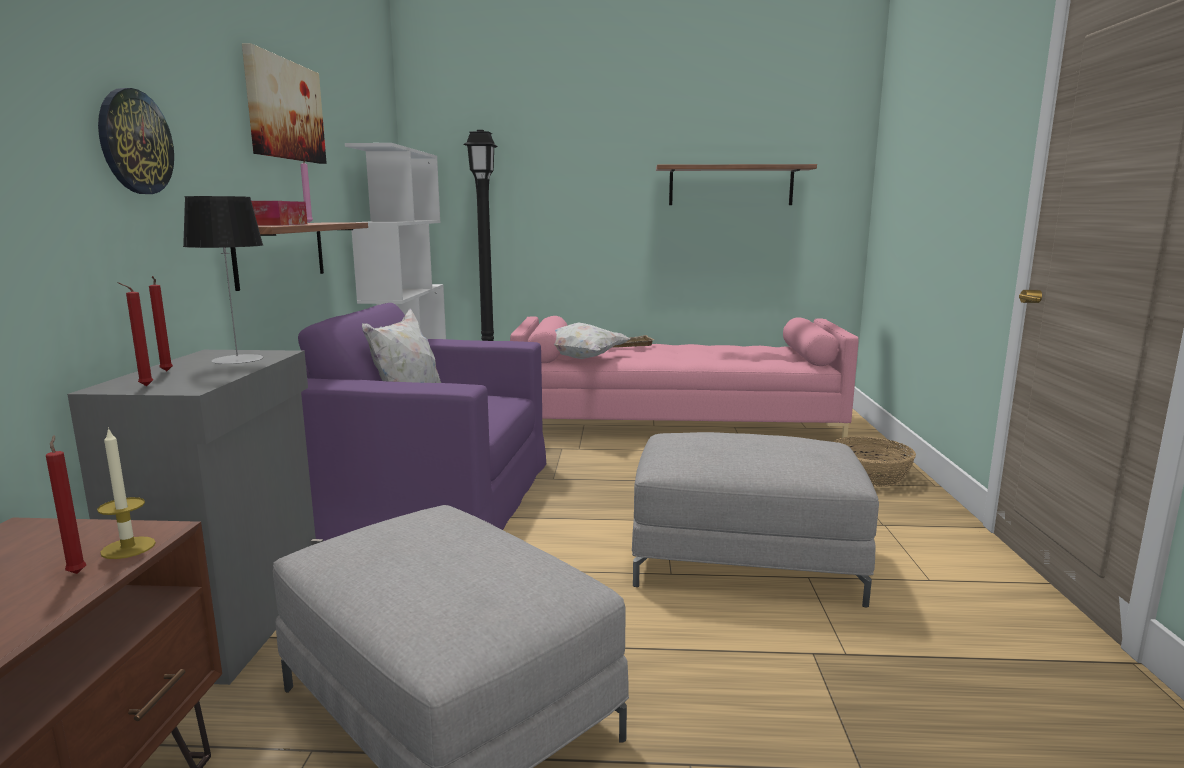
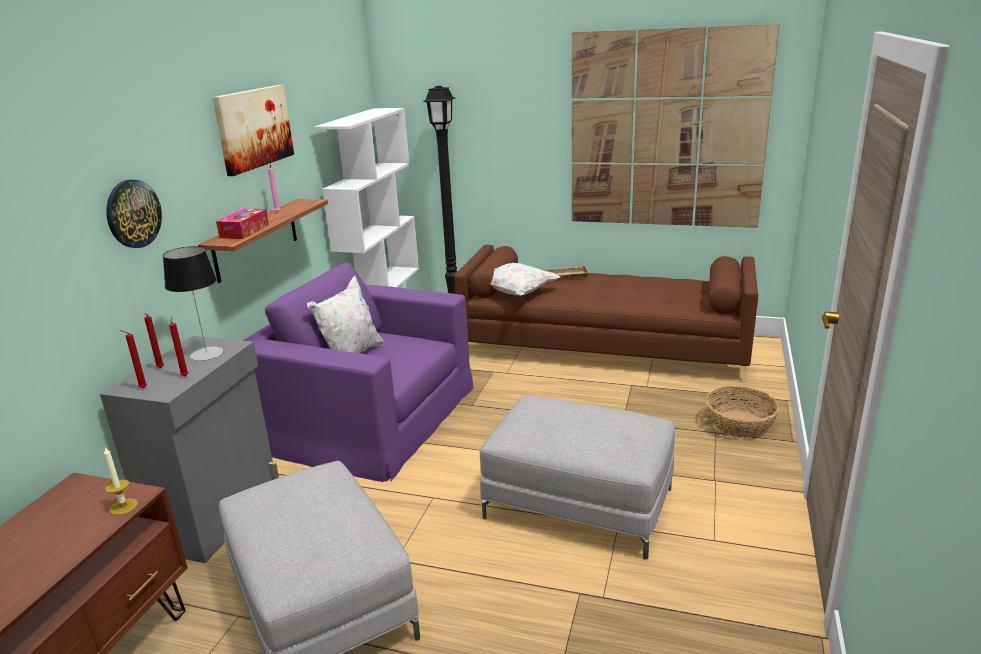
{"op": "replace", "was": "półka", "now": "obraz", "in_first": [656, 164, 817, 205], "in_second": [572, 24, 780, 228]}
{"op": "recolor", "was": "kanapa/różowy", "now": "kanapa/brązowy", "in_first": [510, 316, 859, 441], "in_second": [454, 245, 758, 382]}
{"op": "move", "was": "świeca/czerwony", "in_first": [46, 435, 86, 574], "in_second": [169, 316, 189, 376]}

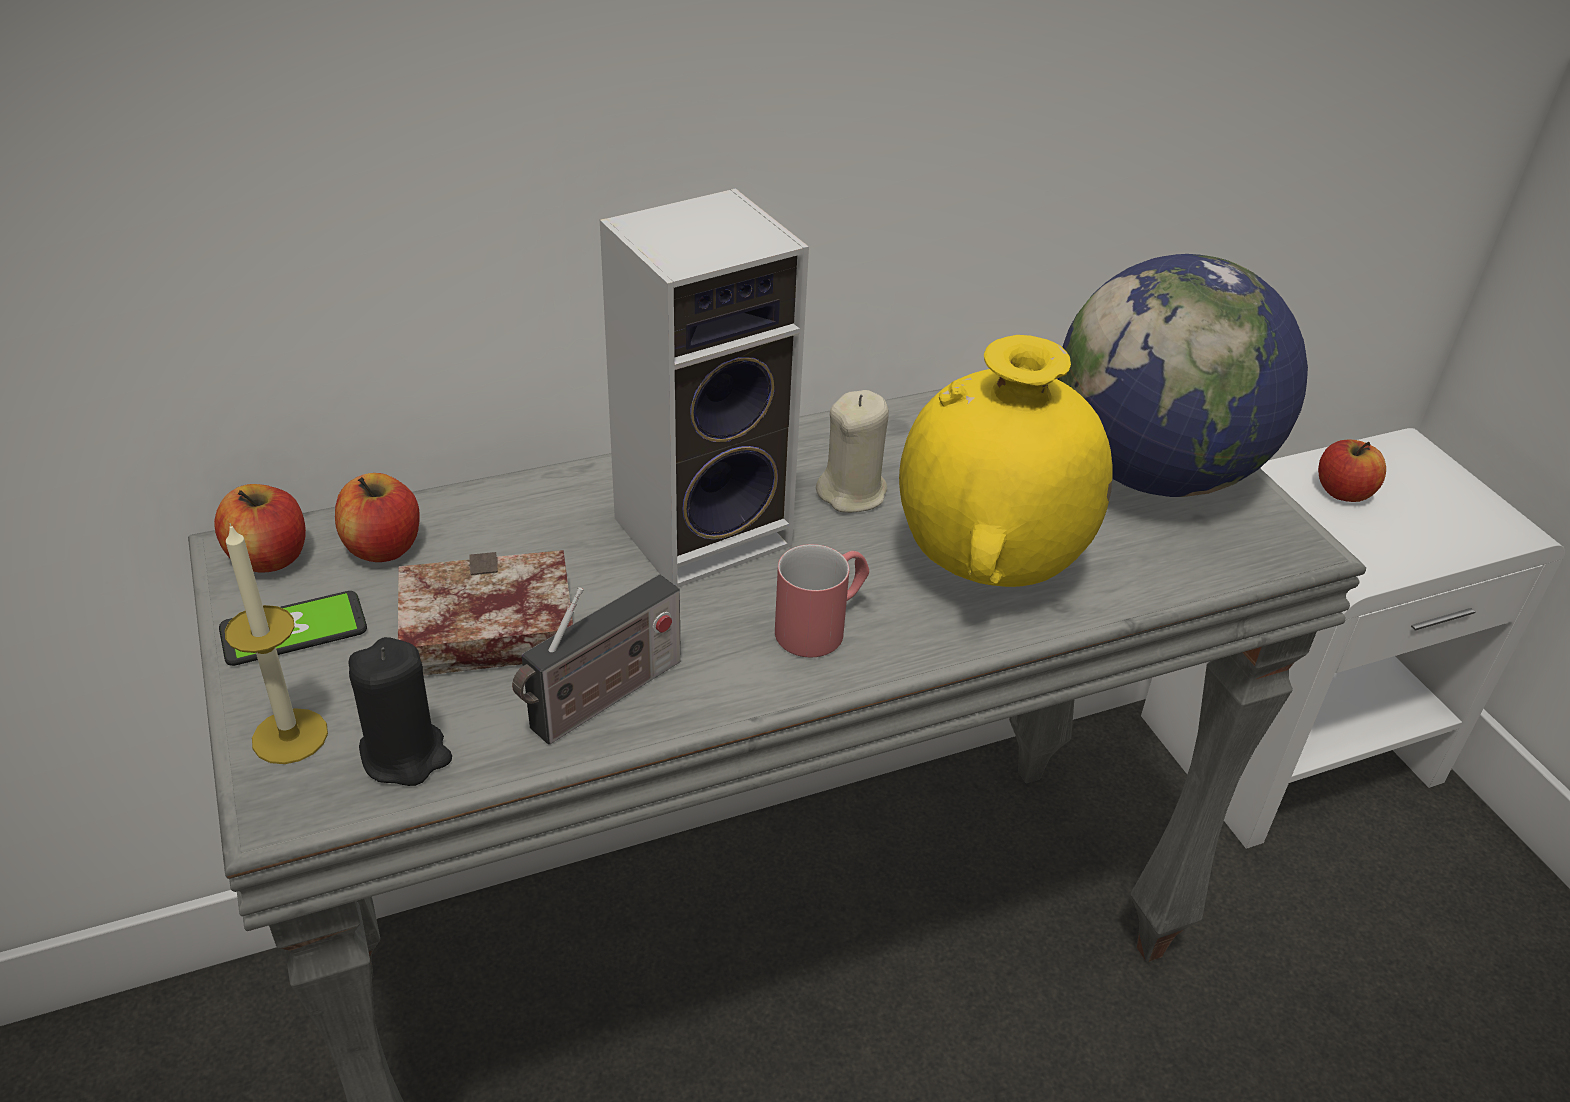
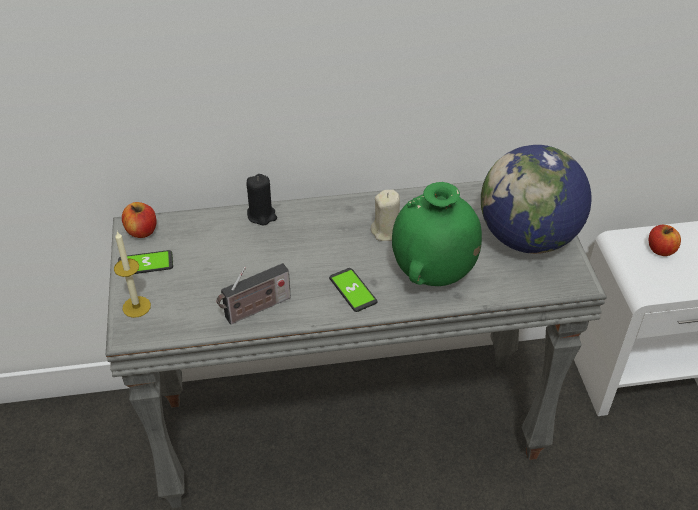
{"op": "delete", "was": "głośnik", "in_first": [600, 188, 809, 588]}
{"op": "recolor", "was": "wazon/żółty", "now": "wazon/zielony", "in_first": [899, 335, 1112, 587], "in_second": [392, 182, 482, 286]}
{"op": "delete", "was": "jabłko", "in_first": [335, 473, 420, 562]}
{"op": "replace", "was": "kubek/czerwony", "now": "telefon", "in_first": [775, 544, 869, 657], "in_second": [329, 268, 377, 312]}
{"op": "delete", "was": "książka", "in_first": [398, 550, 573, 676]}
{"op": "move", "was": "świeca/czarny", "in_first": [348, 637, 452, 786], "in_second": [246, 174, 277, 225]}

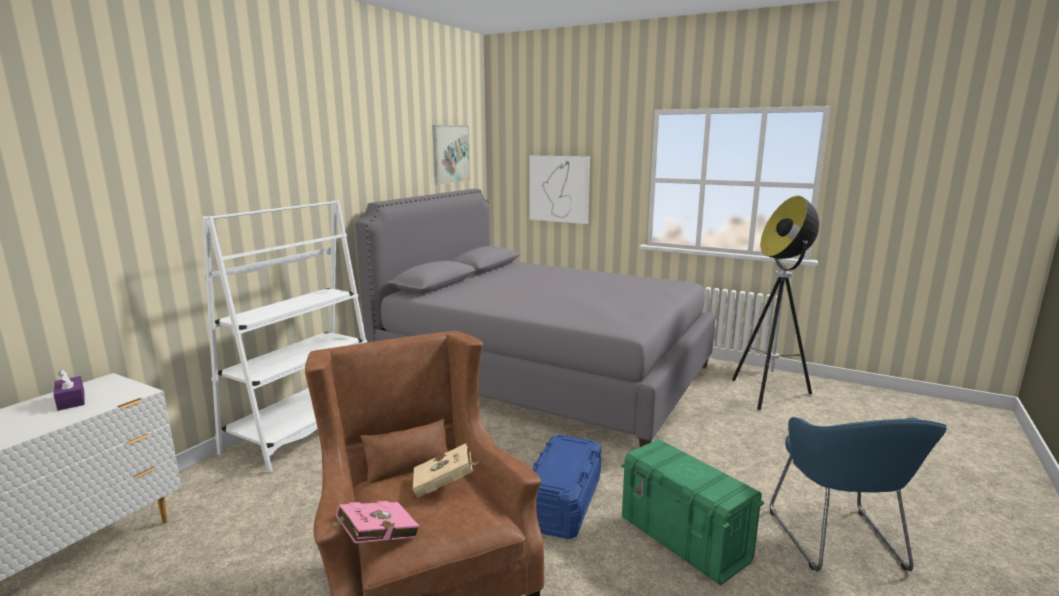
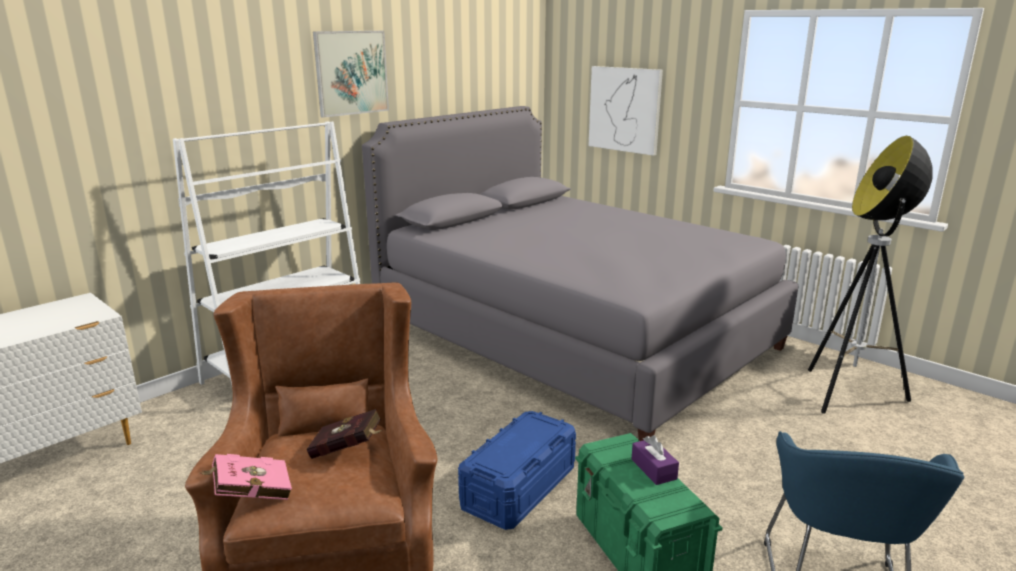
{"op": "move", "was": "obraz", "in_first": [432, 125, 470, 185], "in_second": [313, 31, 389, 118]}
{"op": "move", "was": "pudełko chusteczek/fioletowy", "in_first": [54, 369, 85, 411], "in_second": [631, 435, 679, 485]}
{"op": "recolor", "was": "książka/beżowy", "now": "książka/czerwony", "in_first": [413, 444, 481, 498], "in_second": [307, 409, 383, 459]}

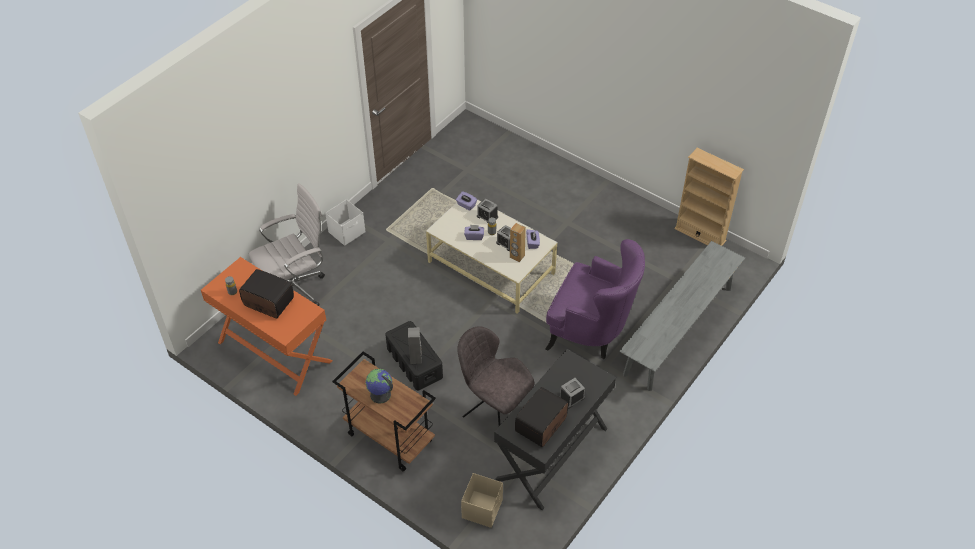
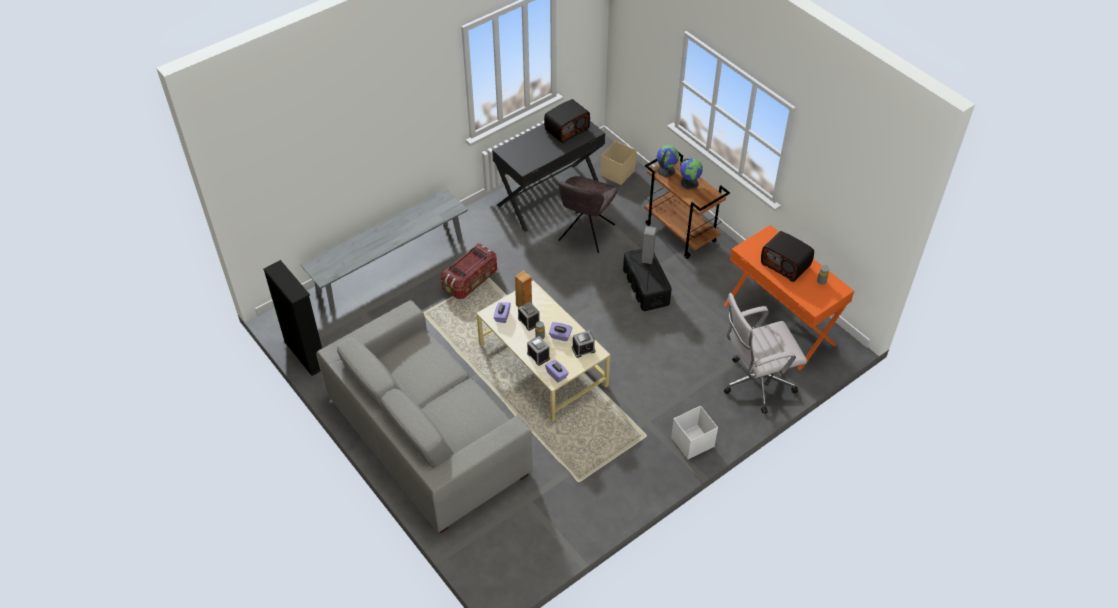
{"op": "recolor", "was": "regał/beżowy", "now": "regał/czarny", "in_first": [674, 148, 744, 246], "in_second": [263, 260, 322, 376]}
{"op": "replace", "was": "fotel/fioletowy", "now": "pojemnik do przechowywania", "in_first": [545, 239, 645, 359], "in_second": [441, 244, 497, 299]}
{"op": "rotate", "was": "krzesło/szary", "in_first": [457, 326, 535, 426], "in_second": [558, 176, 617, 253], "clockwise": 60}
{"op": "move", "was": "budzik", "in_first": [560, 378, 585, 409], "in_second": [572, 330, 596, 358]}
{"op": "insert", "now": "globus", "in_second": [657, 145, 679, 177]}
{"op": "insert", "now": "kanapa/szary", "in_second": [316, 300, 533, 533]}

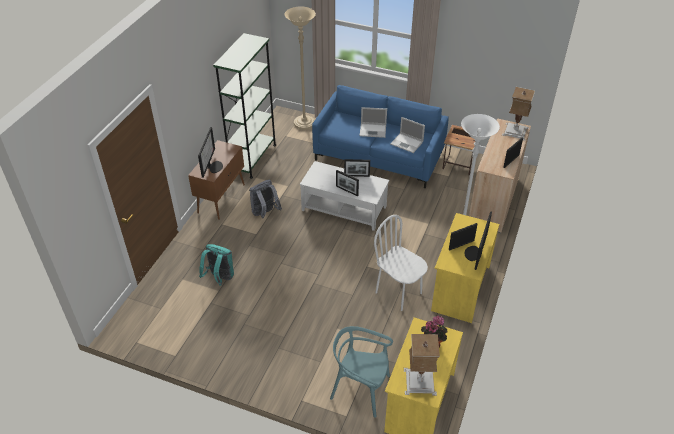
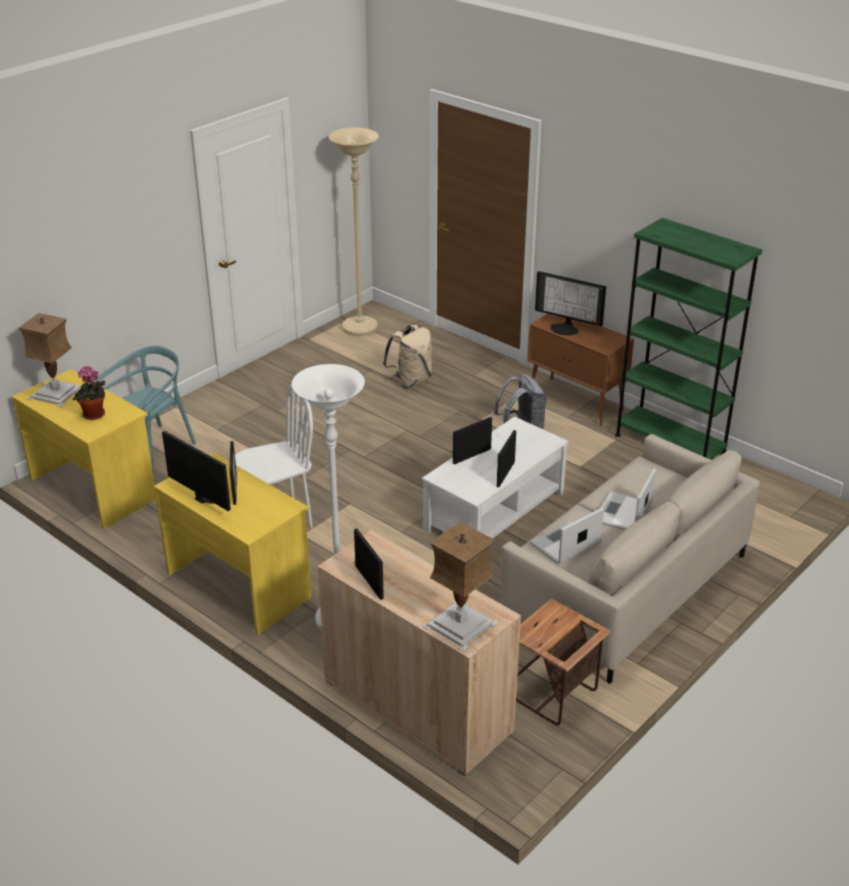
{"op": "move", "was": "lampa stojąca/beżowy", "in_first": [285, 7, 316, 130], "in_second": [329, 127, 379, 336]}
{"op": "recolor", "was": "kanapa/niebieski", "now": "kanapa/beżowy", "in_first": [312, 85, 449, 188], "in_second": [500, 434, 760, 684]}
{"op": "recolor", "was": "plecak/turkusowy", "now": "plecak/beżowy", "in_first": [199, 244, 234, 286], "in_second": [382, 325, 432, 388]}

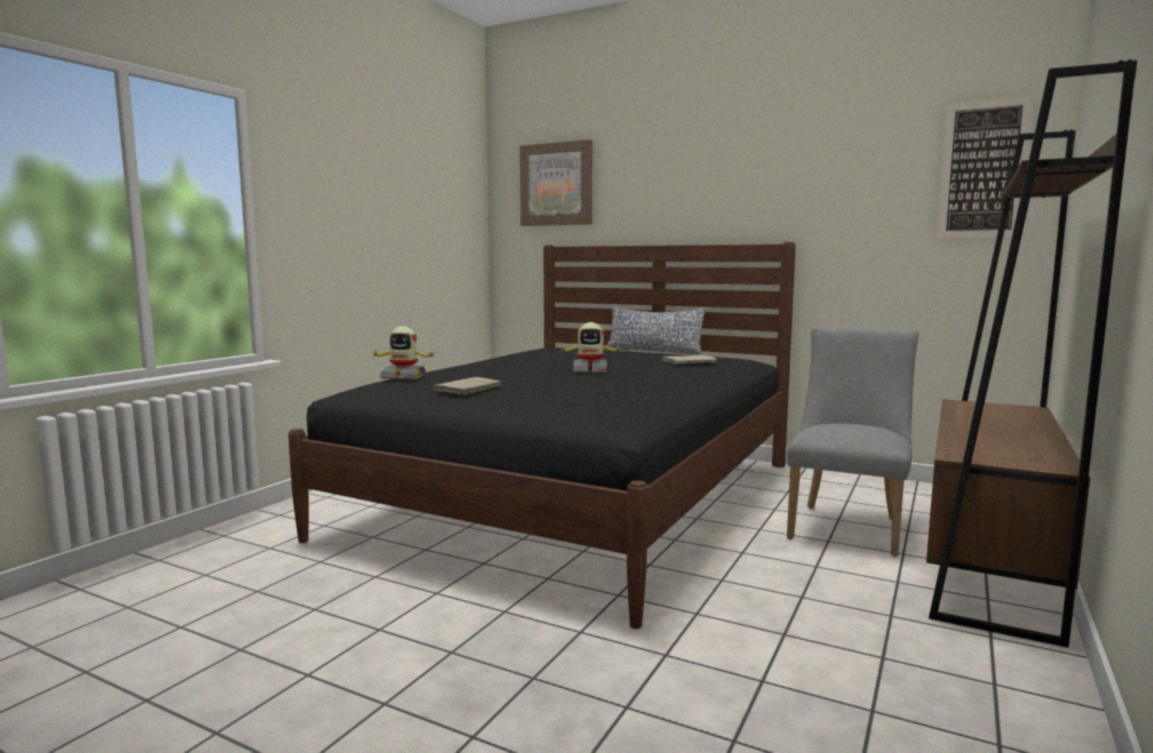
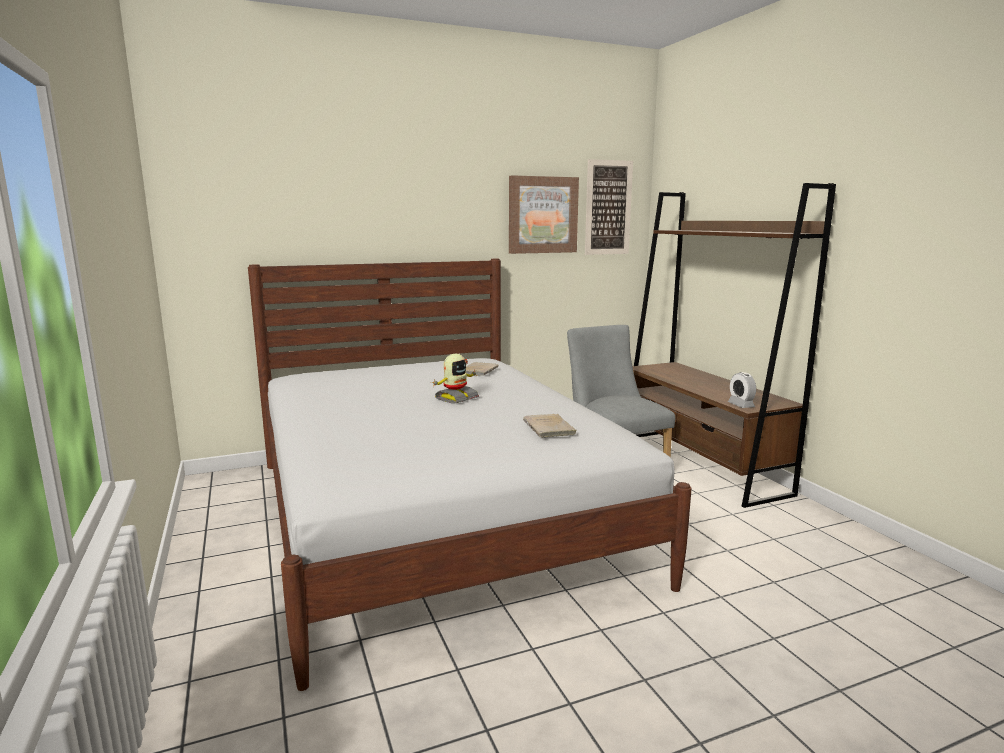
{"op": "move", "was": "obraz", "in_first": [520, 140, 592, 226], "in_second": [509, 175, 579, 254]}
{"op": "recolor", "was": "łóżko/czarny", "now": "łóżko/biały", "in_first": [288, 242, 796, 629], "in_second": [248, 259, 692, 691]}
{"op": "delete", "was": "poduszka", "in_first": [604, 306, 707, 355]}
{"op": "delete", "was": "robot zabawkowy", "in_first": [371, 326, 435, 379]}
{"op": "move", "was": "książka/beżowy", "in_first": [433, 377, 502, 395], "in_second": [523, 414, 578, 438]}
{"op": "insert", "now": "budzik", "in_second": [728, 372, 756, 408]}

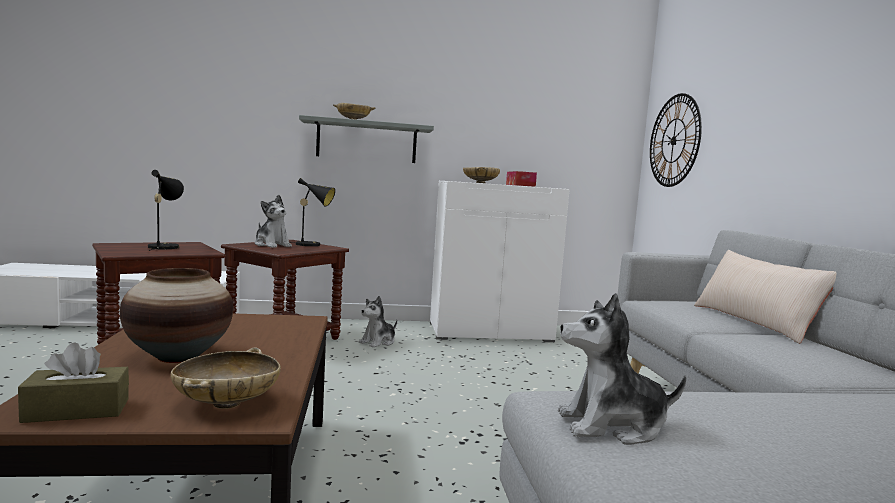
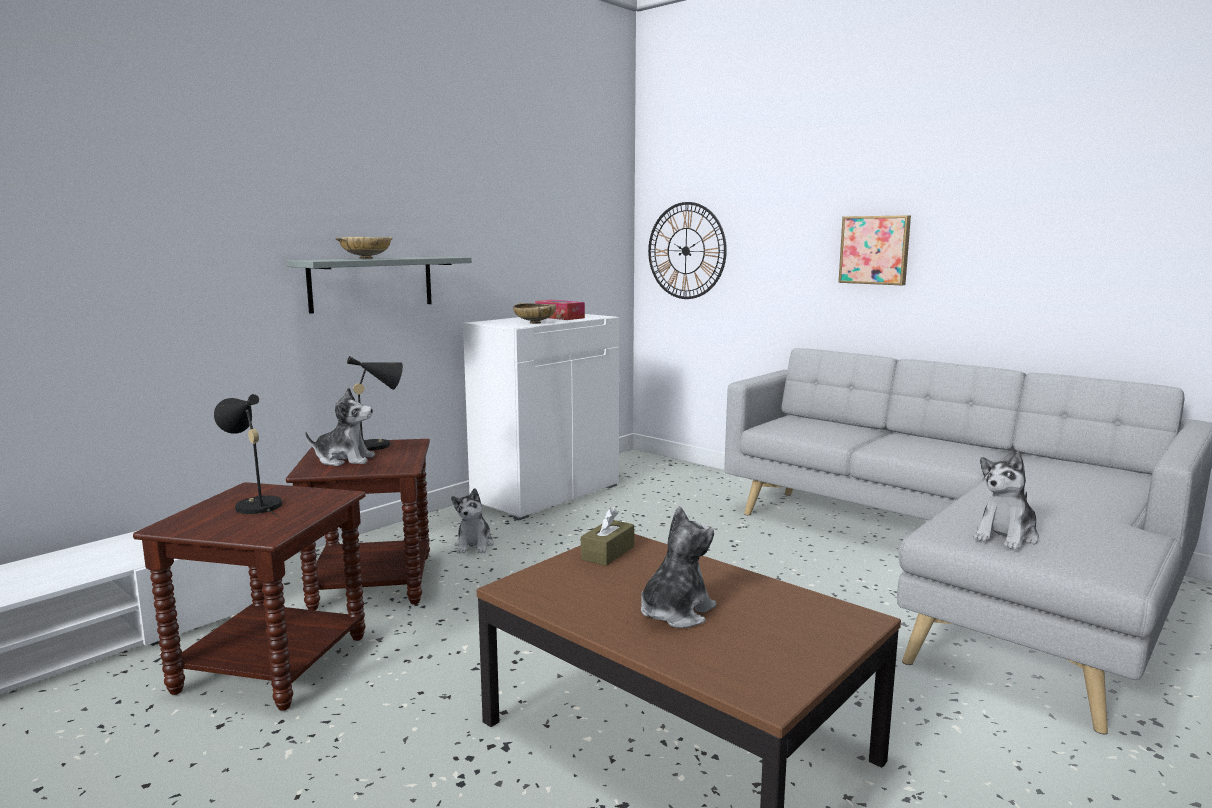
{"op": "delete", "was": "poduszka/beżowy", "in_first": [694, 250, 836, 344]}
{"op": "replace", "was": "wazon", "now": "pluszak", "in_first": [120, 268, 233, 363], "in_second": [641, 506, 717, 628]}
{"op": "move", "was": "pudełko chusteczek/brązowy", "in_first": [18, 342, 129, 423], "in_second": [581, 508, 634, 566]}
{"op": "delete", "was": "miska/beżowy", "in_first": [171, 348, 281, 409]}
{"op": "insert", "now": "obraz", "in_second": [838, 215, 911, 285]}

